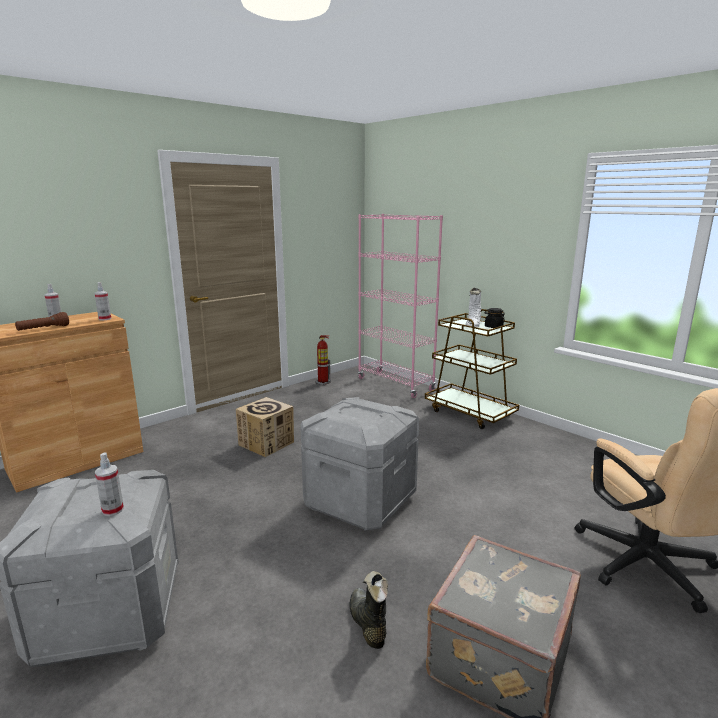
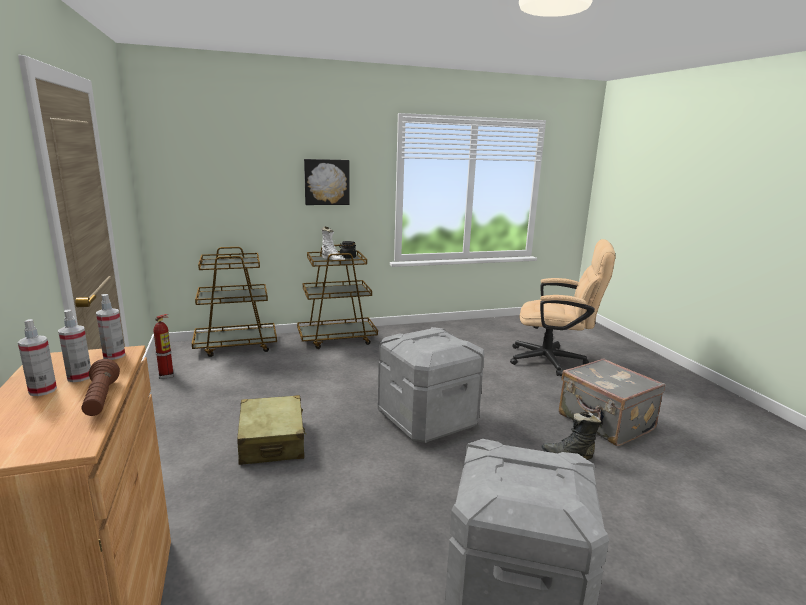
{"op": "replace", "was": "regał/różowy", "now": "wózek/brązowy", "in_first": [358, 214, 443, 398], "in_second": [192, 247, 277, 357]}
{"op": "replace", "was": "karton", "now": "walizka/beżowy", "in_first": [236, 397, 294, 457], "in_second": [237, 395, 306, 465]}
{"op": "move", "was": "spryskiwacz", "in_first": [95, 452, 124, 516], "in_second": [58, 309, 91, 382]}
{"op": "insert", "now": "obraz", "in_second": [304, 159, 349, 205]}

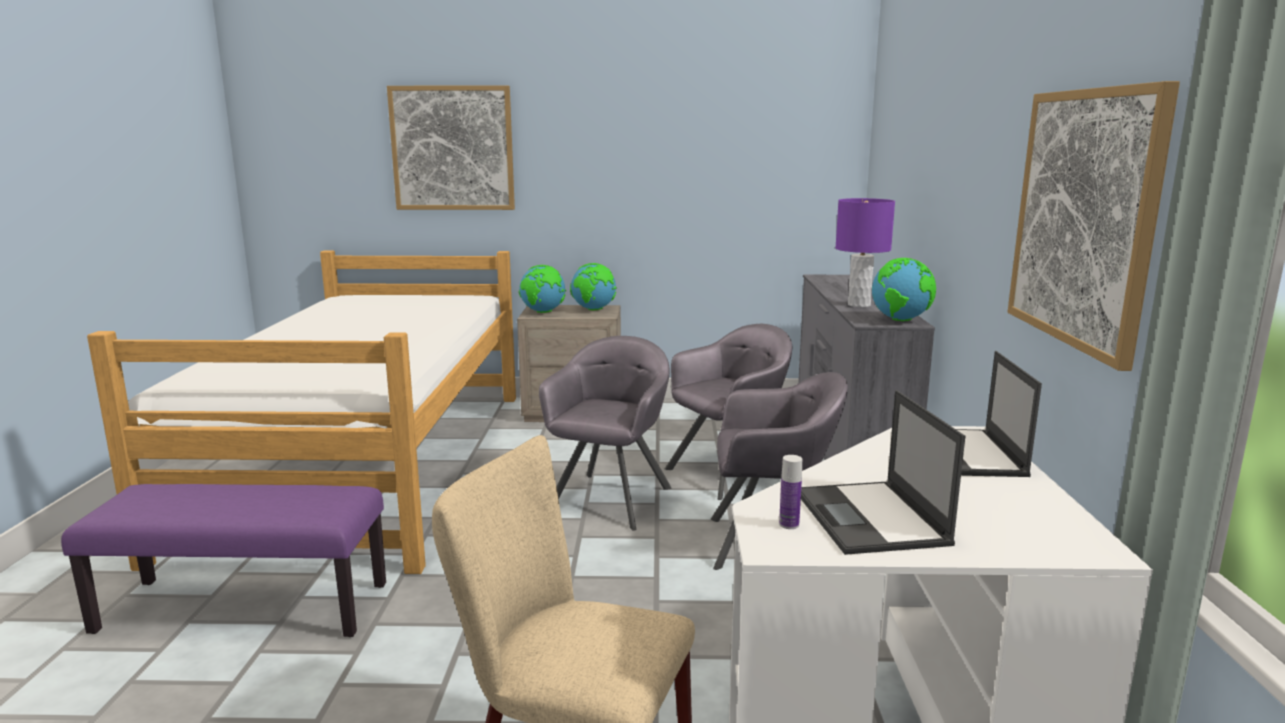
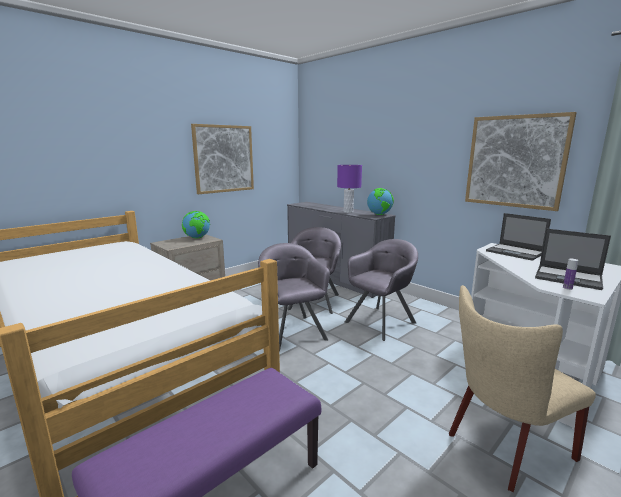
{"op": "move", "was": "obraz", "in_first": [387, 86, 515, 210], "in_second": [191, 124, 254, 194]}
{"op": "delete", "was": "globus", "in_first": [519, 265, 566, 313]}

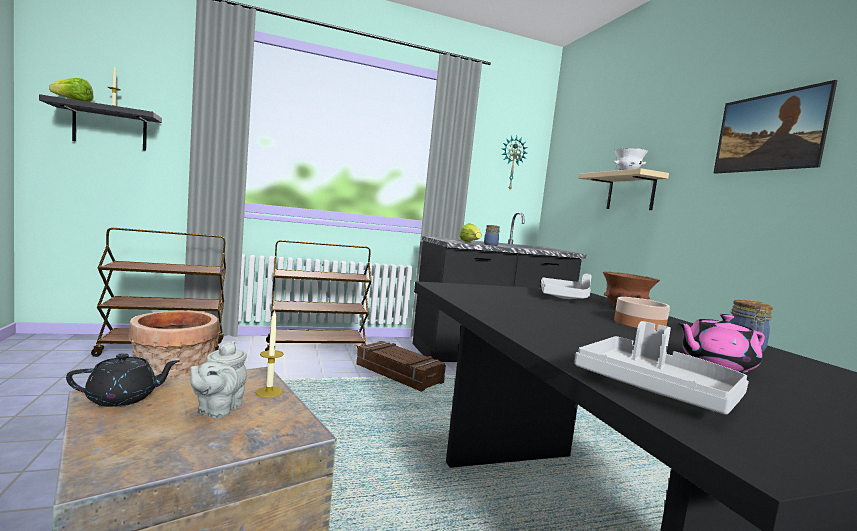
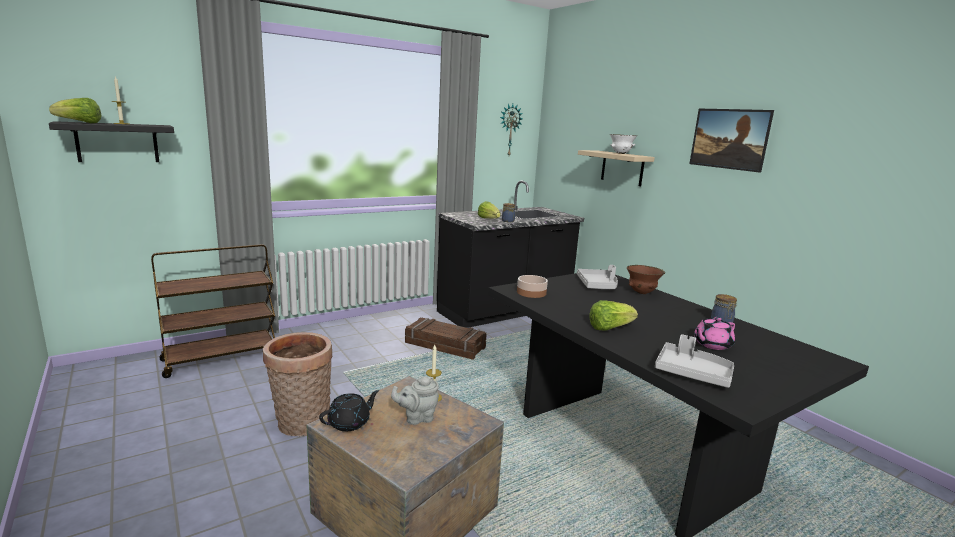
{"op": "delete", "was": "wózek/brązowy", "in_first": [265, 240, 372, 351]}
{"op": "move", "was": "miska", "in_first": [614, 297, 670, 331], "in_second": [517, 275, 548, 298]}
{"op": "rotate", "was": "imbryk/szary", "in_first": [190, 341, 247, 418], "in_second": [391, 377, 439, 425], "clockwise": 75}
{"op": "insert", "now": "sałata", "in_second": [590, 300, 638, 331]}

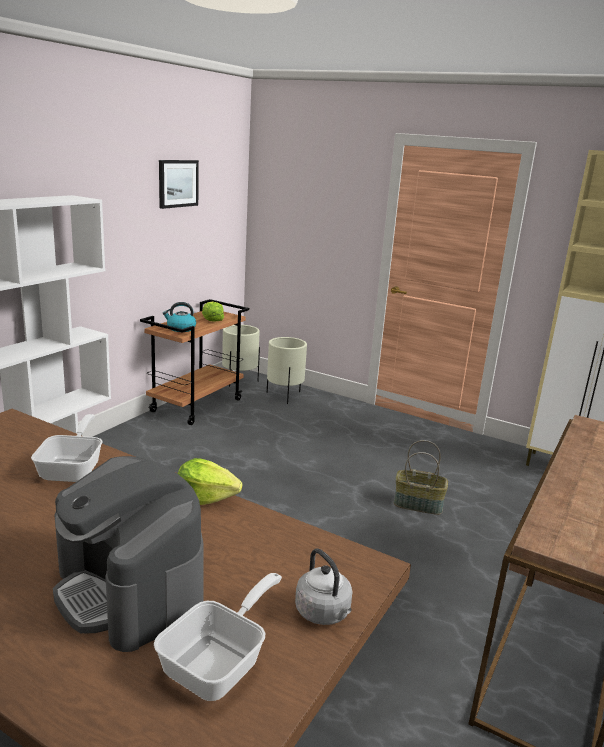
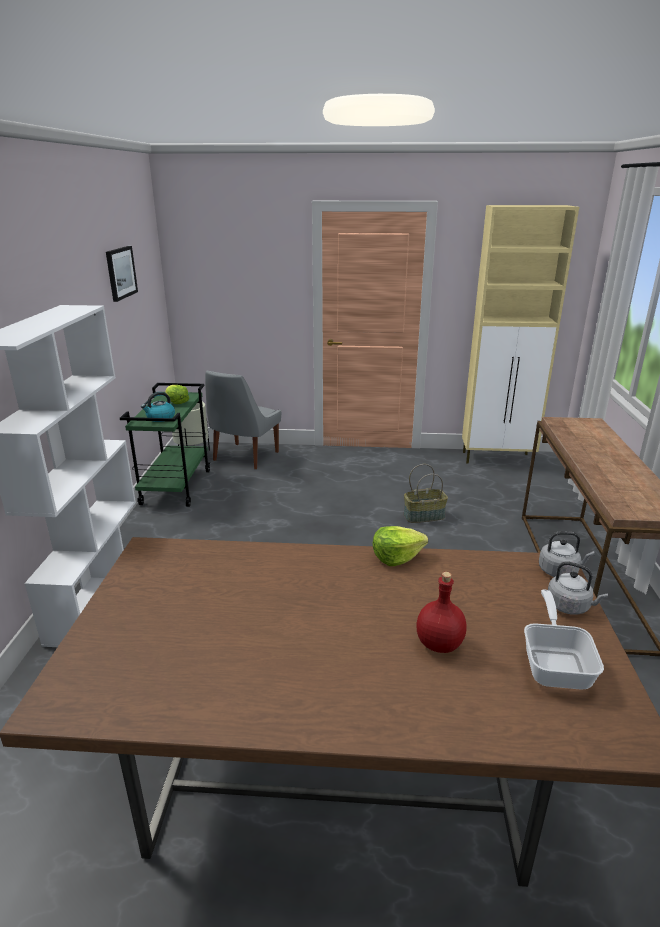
{"op": "recolor", "was": "wózek/brązowy", "now": "wózek/zielony", "in_first": [140, 299, 249, 425], "in_second": [120, 383, 210, 507]}
{"op": "replace", "was": "donica/beżowy", "now": "krzesło/szary", "in_first": [267, 337, 307, 404], "in_second": [205, 371, 281, 469]}
{"op": "delete", "was": "patelnia", "in_first": [31, 414, 103, 482]}
{"op": "replace", "was": "ekspres do kawy", "now": "butelka/czerwony", "in_first": [53, 456, 204, 652], "in_second": [416, 572, 467, 653]}
{"op": "insert", "now": "czajnik/szary", "in_second": [539, 531, 595, 577]}

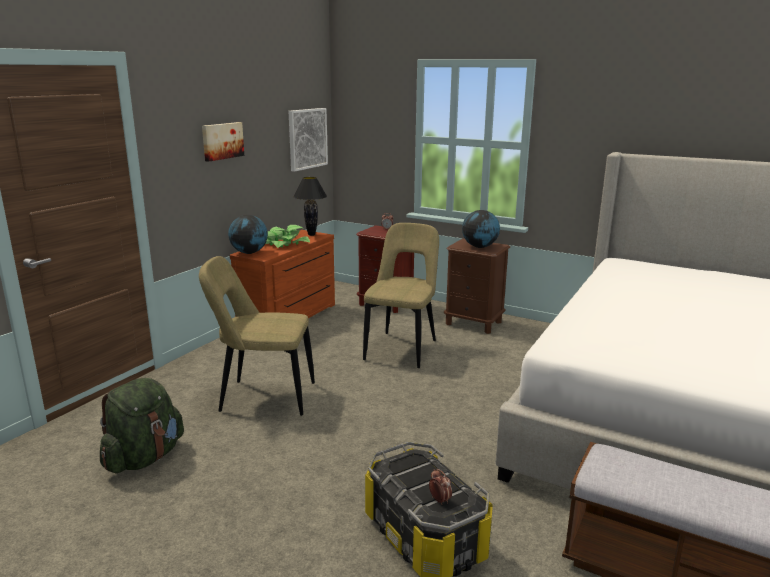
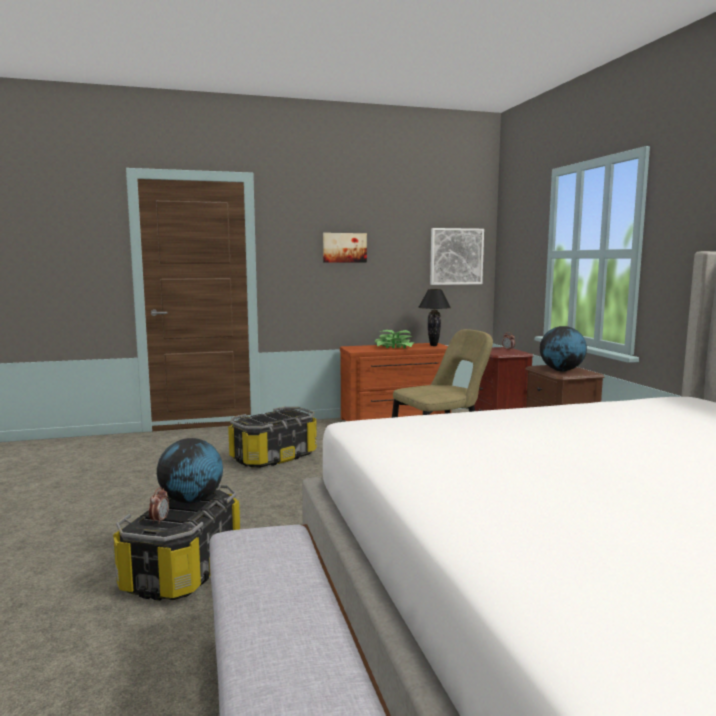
{"op": "move", "was": "globus", "in_first": [228, 215, 268, 254], "in_second": [157, 438, 223, 503]}
{"op": "replace", "was": "krzesło/beżowy", "now": "pojemnik do przechowywania", "in_first": [199, 256, 315, 416], "in_second": [228, 407, 317, 468]}
{"op": "delete", "was": "plecak/zielony", "in_first": [100, 378, 184, 473]}

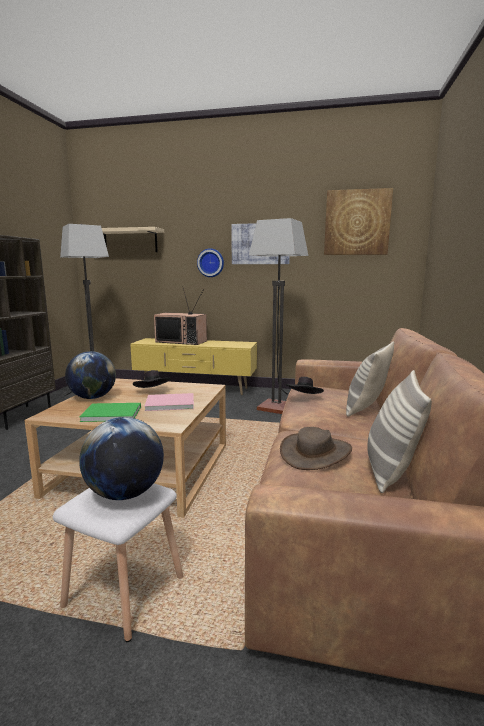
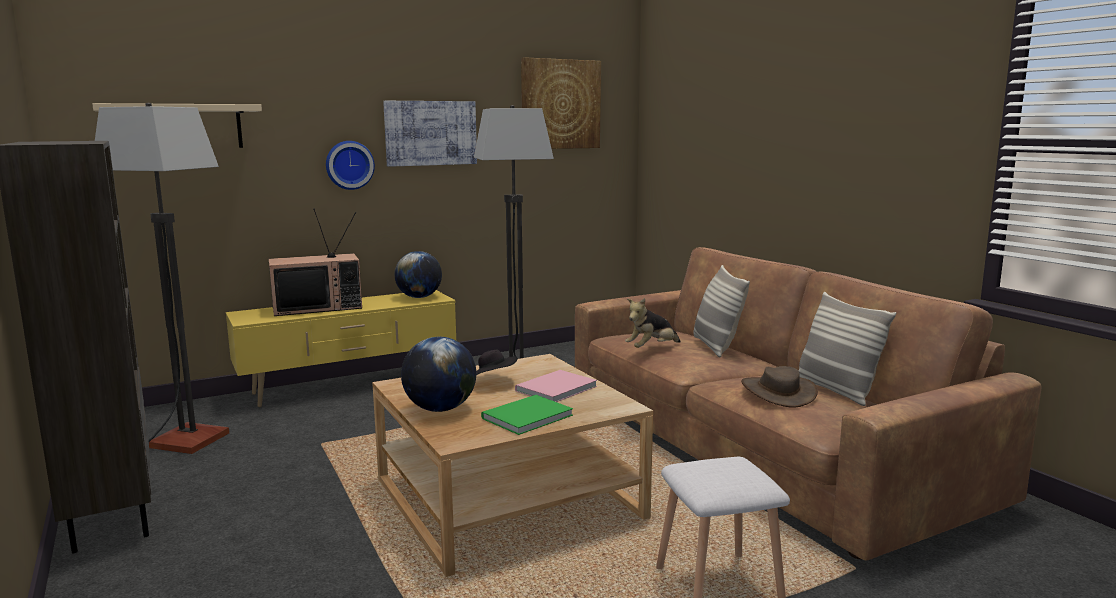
{"op": "replace", "was": "kapelusz/czarny", "now": "pluszak", "in_first": [286, 377, 324, 394], "in_second": [625, 298, 681, 348]}
{"op": "move", "was": "globus", "in_first": [79, 417, 164, 500], "in_second": [394, 251, 442, 298]}

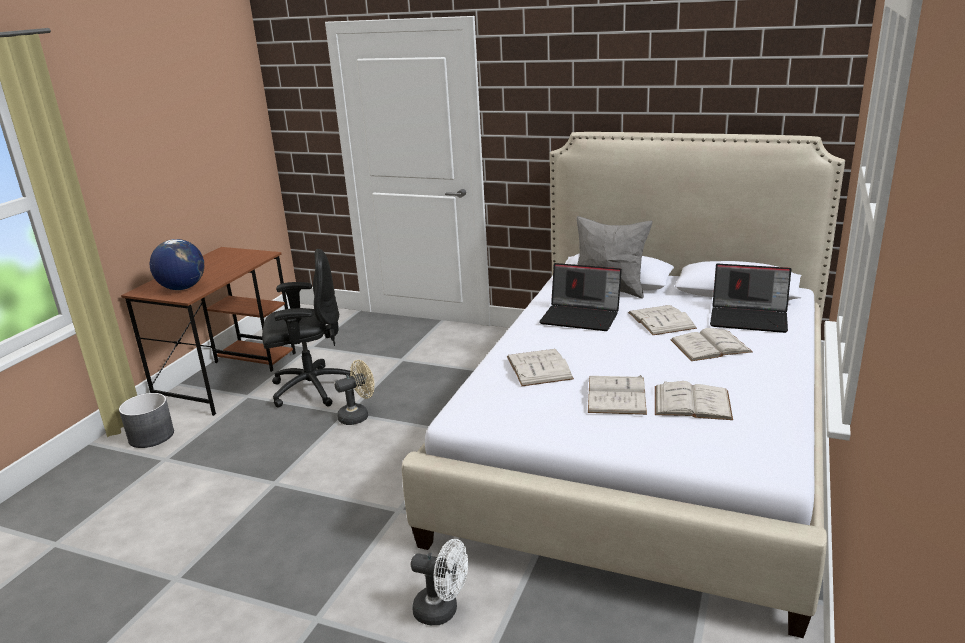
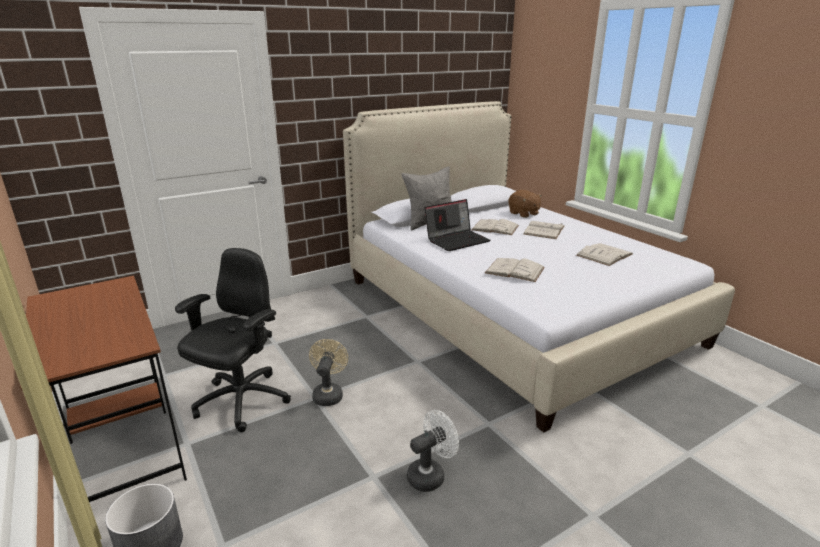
{"op": "delete", "was": "globus", "in_first": [150, 239, 204, 290]}
{"op": "replace", "was": "laptop", "now": "pluszak/brązowy", "in_first": [710, 264, 791, 333], "in_second": [508, 190, 542, 218]}
{"op": "delete", "was": "książka/biały", "in_first": [588, 375, 647, 415]}
{"op": "move", "was": "wentylator/biały", "in_first": [411, 539, 468, 625], "in_second": [407, 410, 459, 492]}

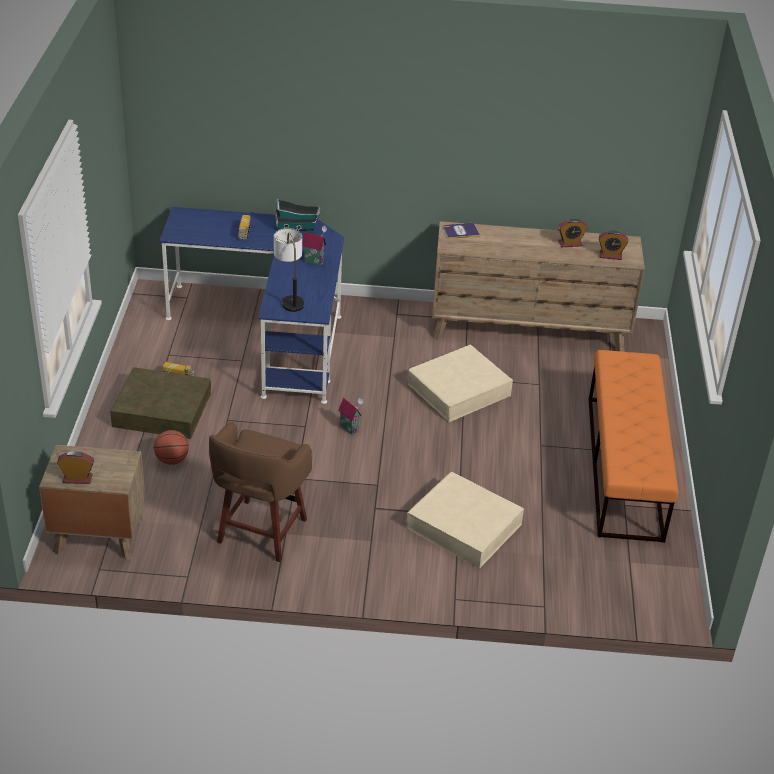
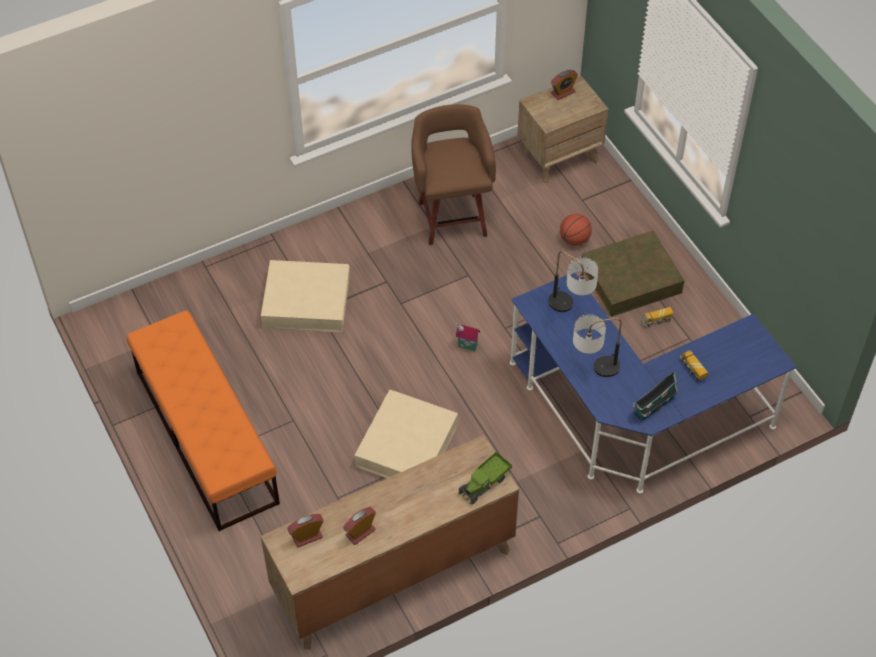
{"op": "replace", "was": "książka", "now": "ciężarówka zabawkowa", "in_first": [443, 223, 480, 239], "in_second": [458, 452, 512, 504]}
{"op": "replace", "was": "domek", "now": "lampa stołowa", "in_first": [302, 226, 327, 265], "in_second": [573, 315, 622, 377]}

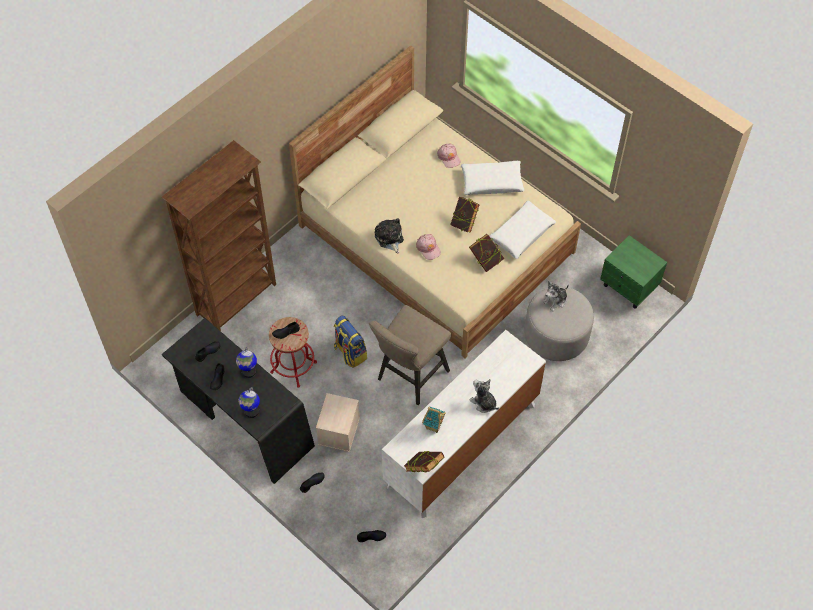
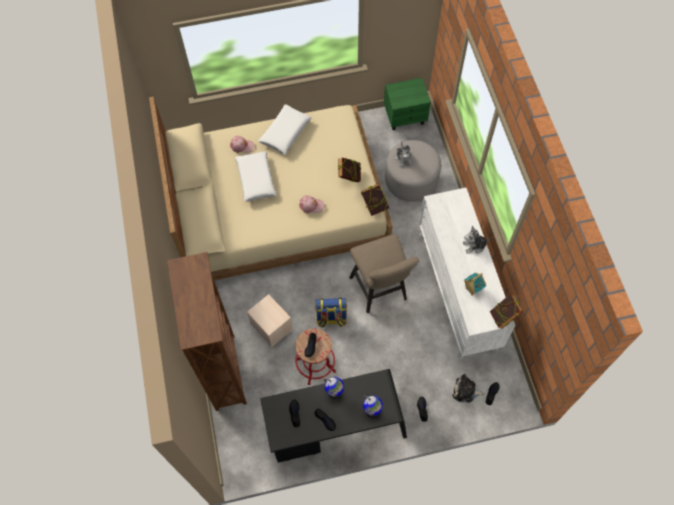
{"op": "move", "was": "książka", "in_first": [450, 197, 480, 233], "in_second": [361, 184, 389, 216]}
{"op": "move", "was": "poduszka/biały", "in_first": [490, 201, 556, 259], "in_second": [235, 152, 277, 202]}
{"op": "move", "was": "pluszak", "in_first": [375, 218, 404, 253], "in_second": [453, 374, 484, 403]}
{"op": "move", "was": "pojemnik do przechowywania/beżowy", "in_first": [316, 393, 360, 452], "in_second": [247, 294, 293, 347]}

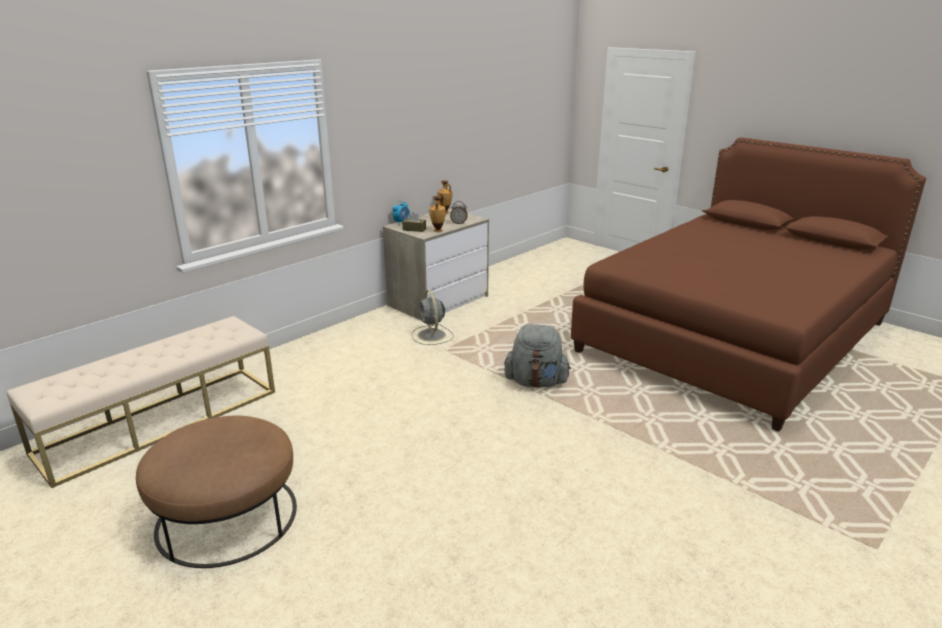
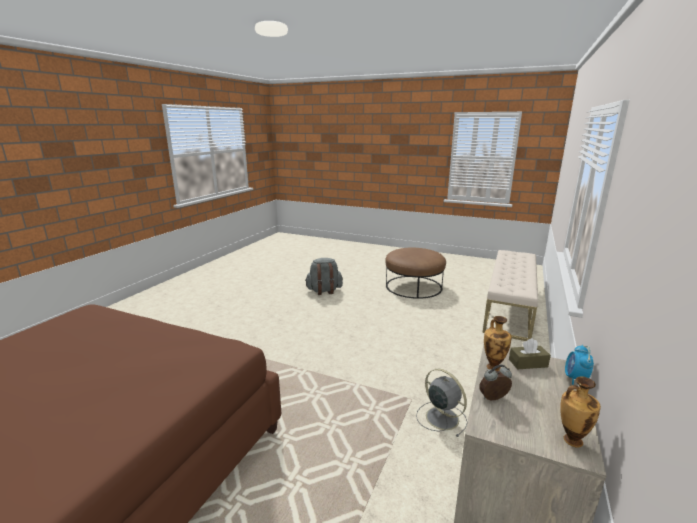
{"op": "move", "was": "plecak/szary", "in_first": [504, 324, 571, 388], "in_second": [305, 258, 343, 295]}

